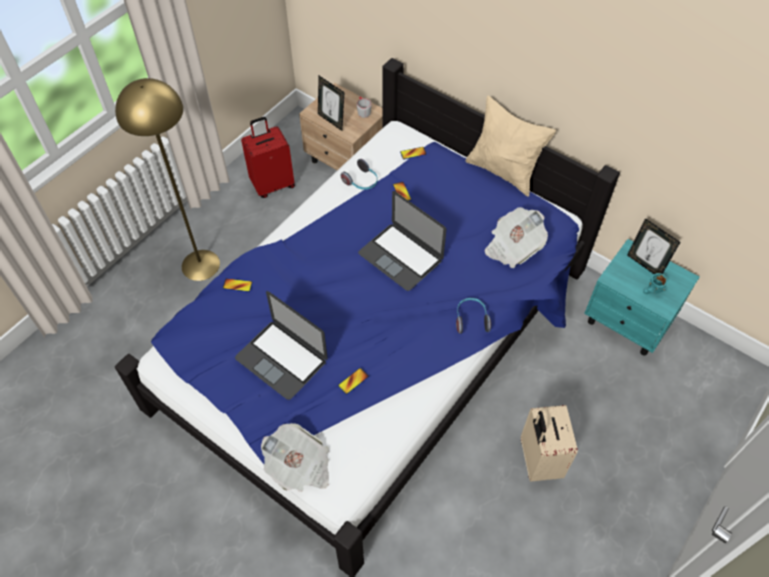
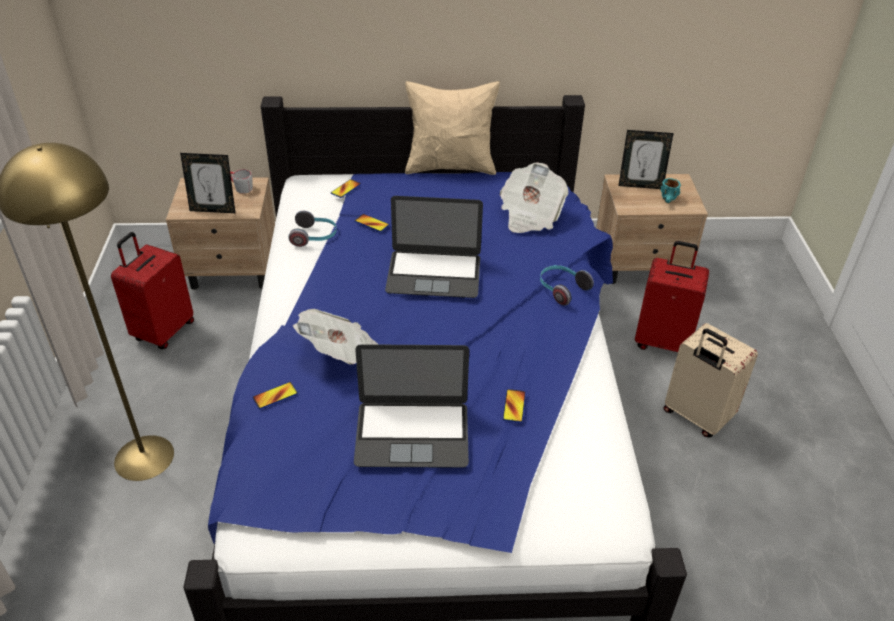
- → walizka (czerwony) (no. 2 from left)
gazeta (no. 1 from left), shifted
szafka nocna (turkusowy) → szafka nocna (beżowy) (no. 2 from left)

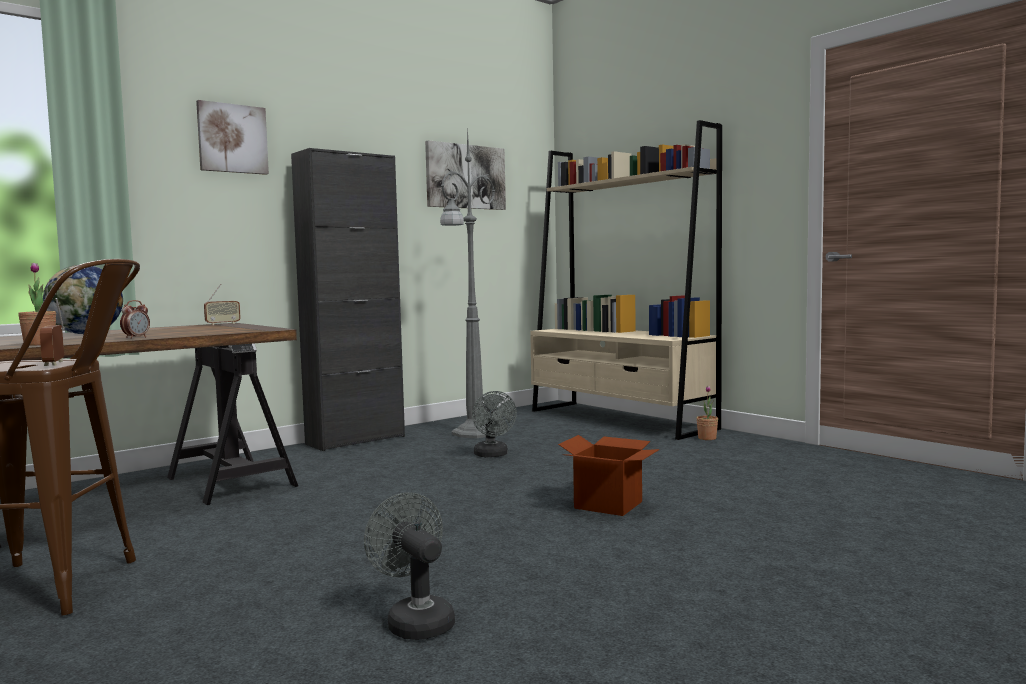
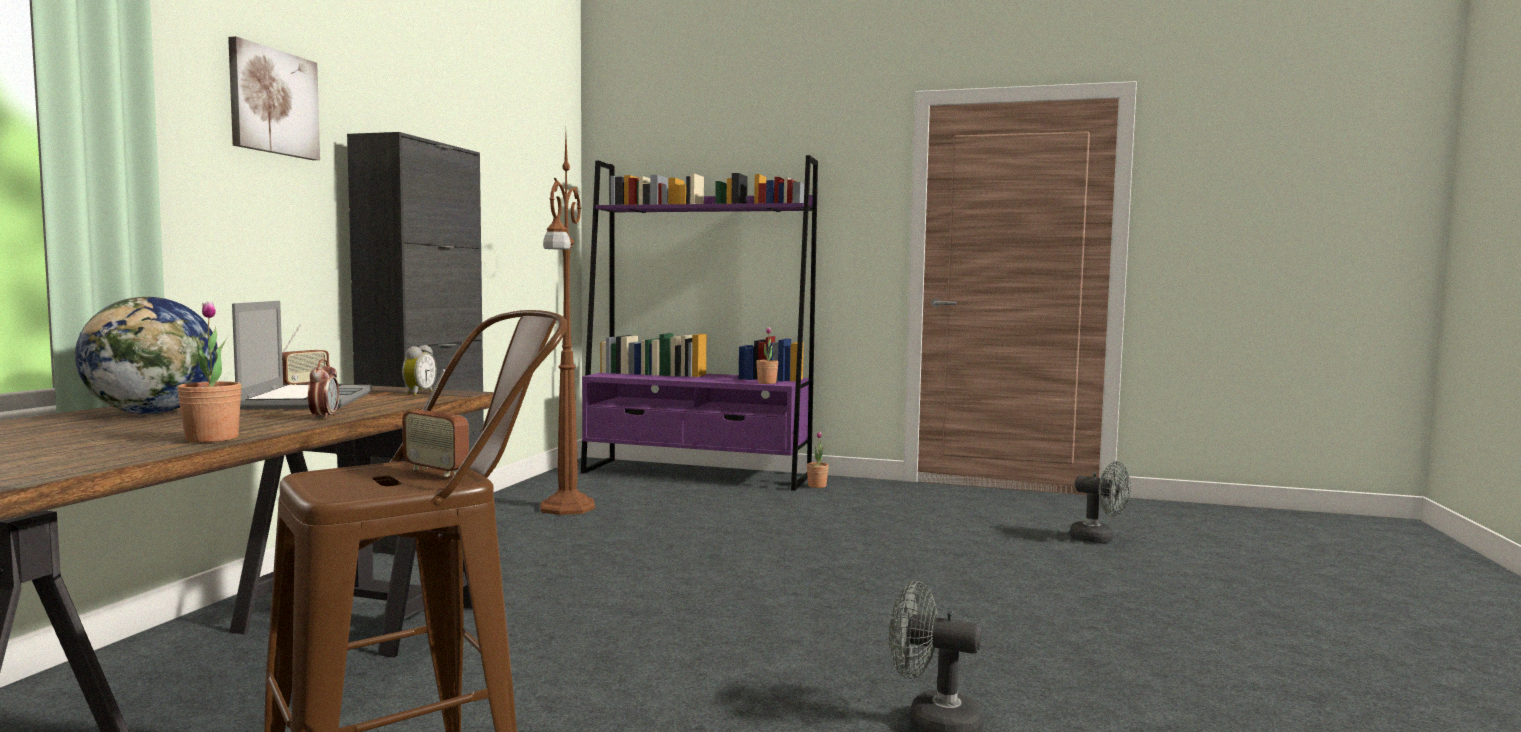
obraz (no. 2 from left) → -
karton → -
- → laptop
- → budzik (no. 2 from left)
- → roślina doniczkowa (no. 2 from left)
wentylator (szary) (no. 2 from left), shifted
lampa stojąca (szary) → lampa stojąca (brązowy)
regał (beżowy) → regał (fioletowy)

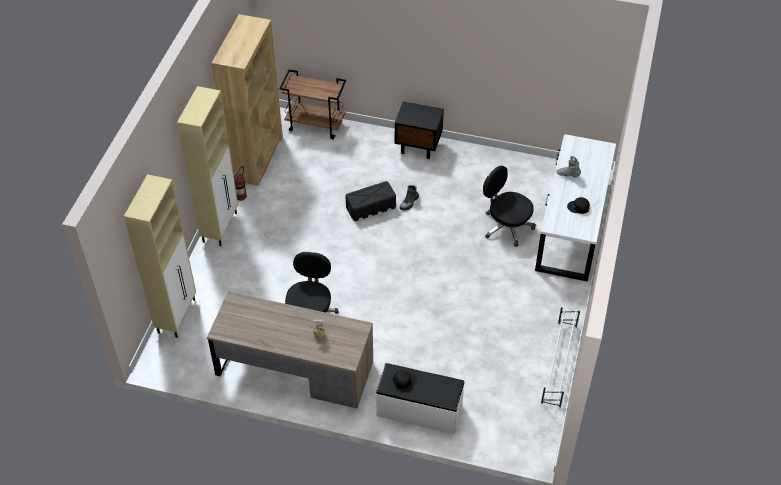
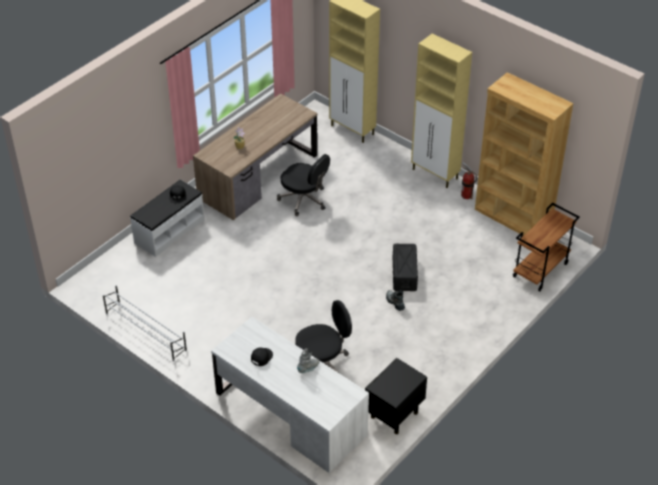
szafka nocna (czarny), shifted

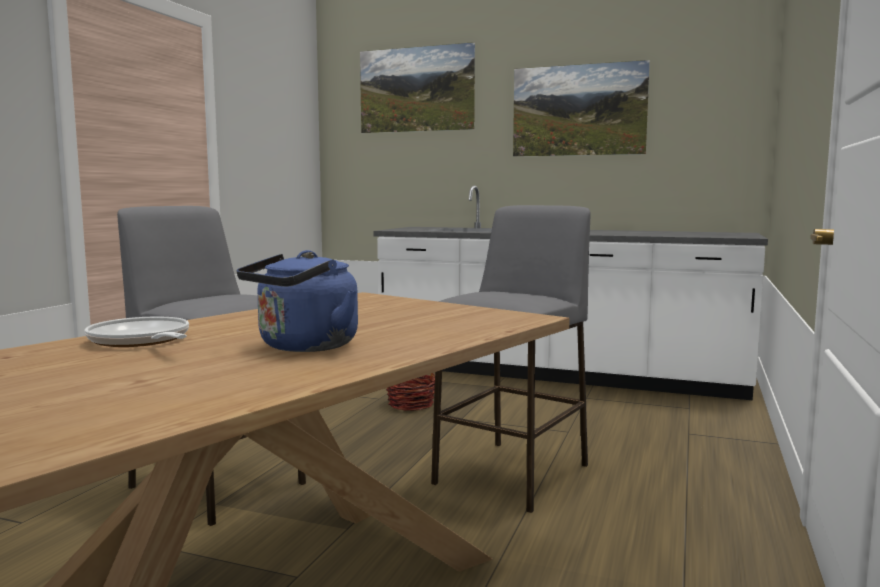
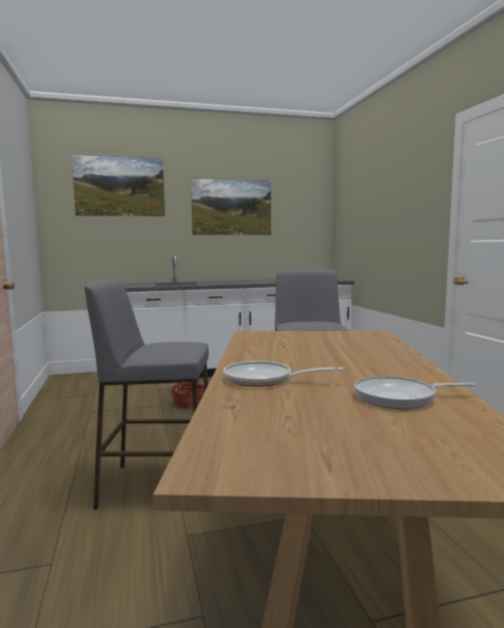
czajnik (niebieski) → -
- → patelnia (no. 2 from left)

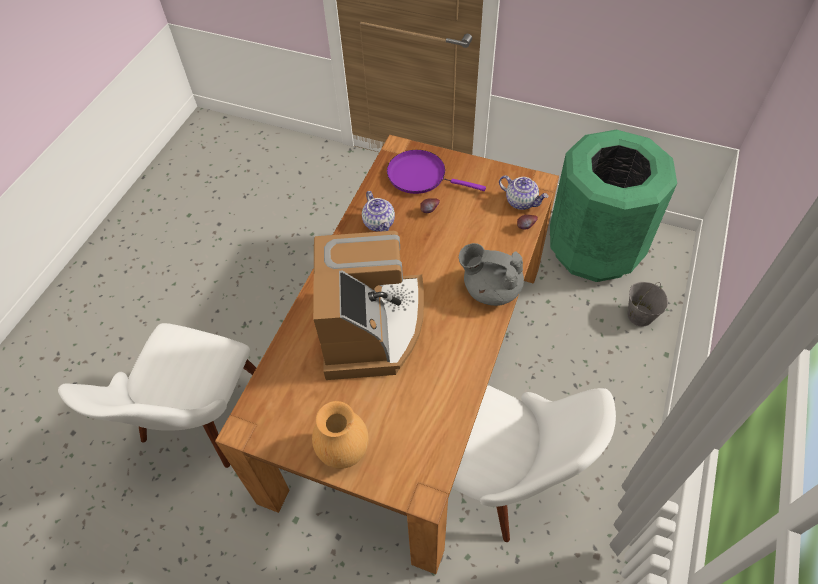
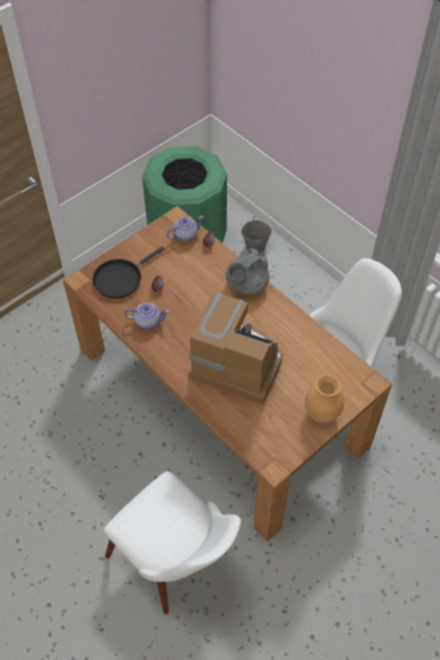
patelnia (fioletowy) → patelnia (czarny)

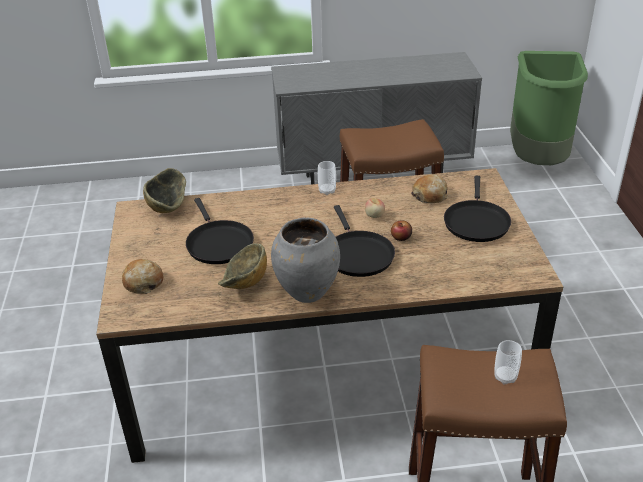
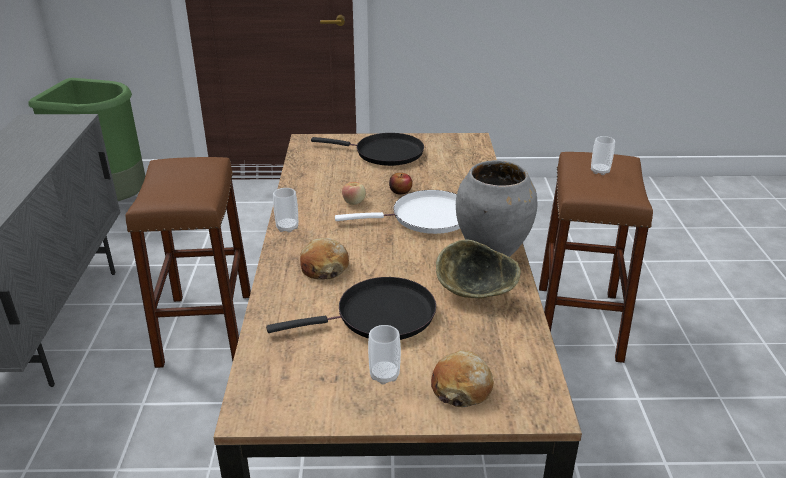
miska (no. 1 from left) → -
- → filiżanka (no. 2 from left)
chleb (no. 2 from left in the first image) → chleb (no. 1 from left), shifted
patelnia (czarny) (no. 2 from left) → patelnia (biały)

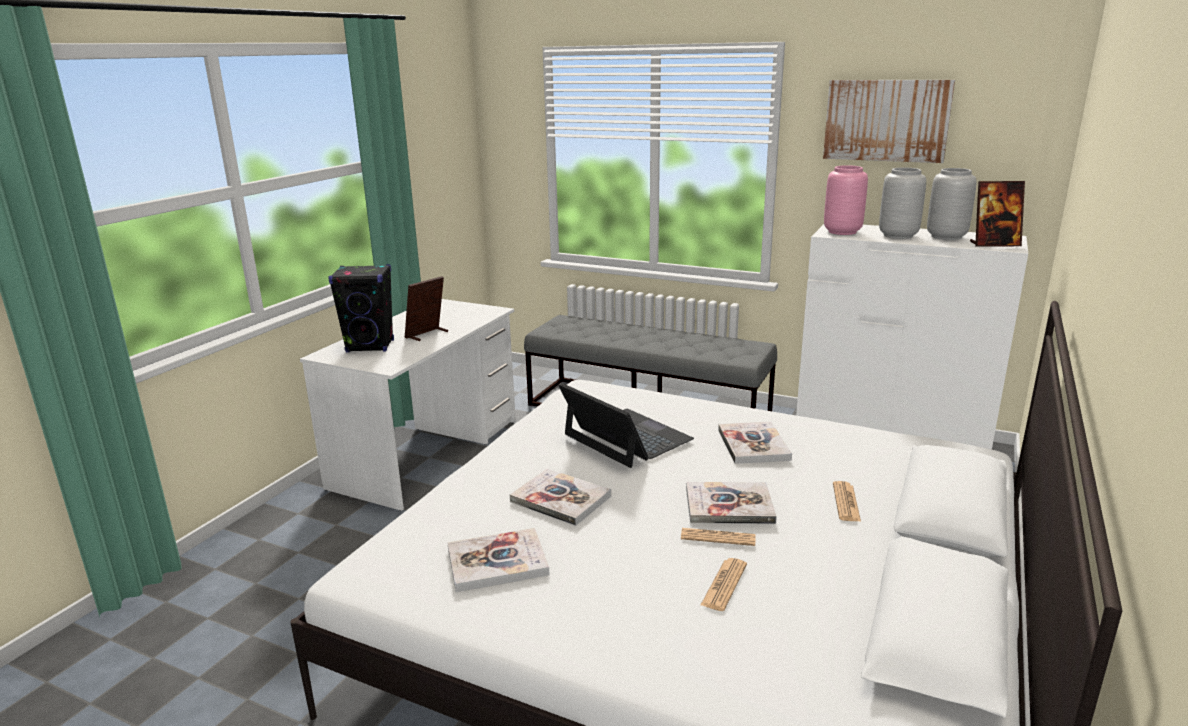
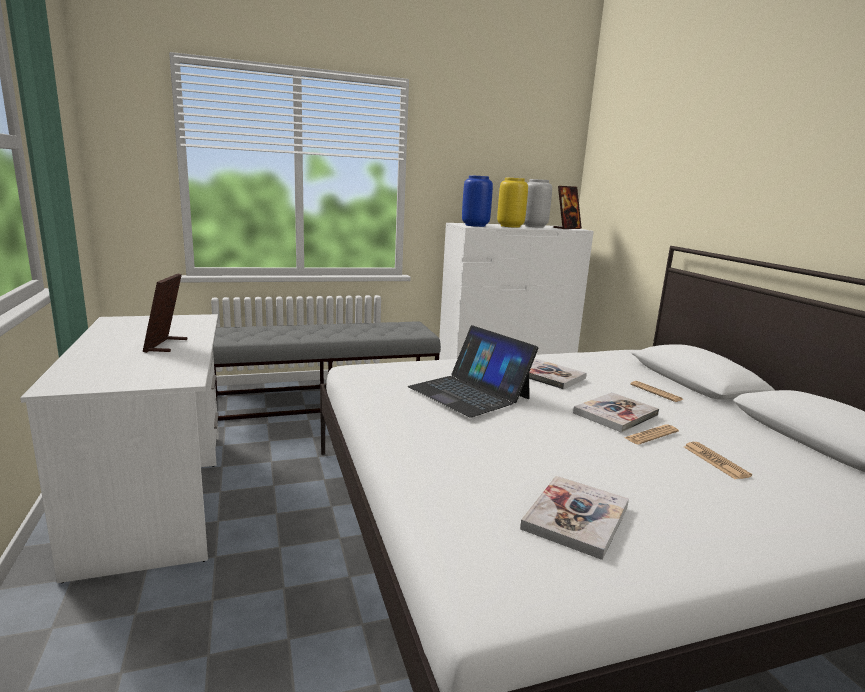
głośnik (czarny) → -
książka (no. 2 from left) → -
obraz → -
wazon (różowy) → wazon (niebieski)
wazon (szary) (no. 1 from left) → wazon (żółty)
laptop, 135 degrees counterclockwise

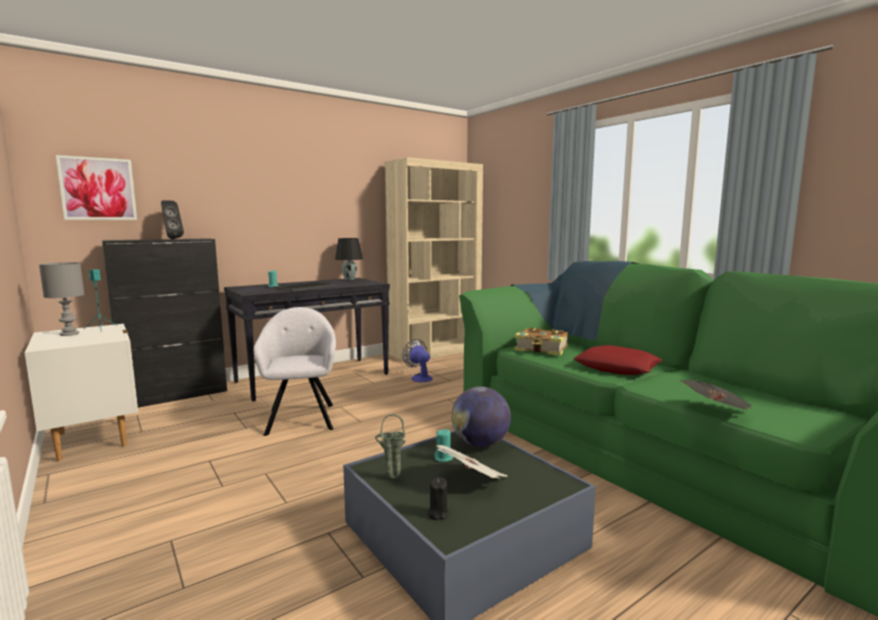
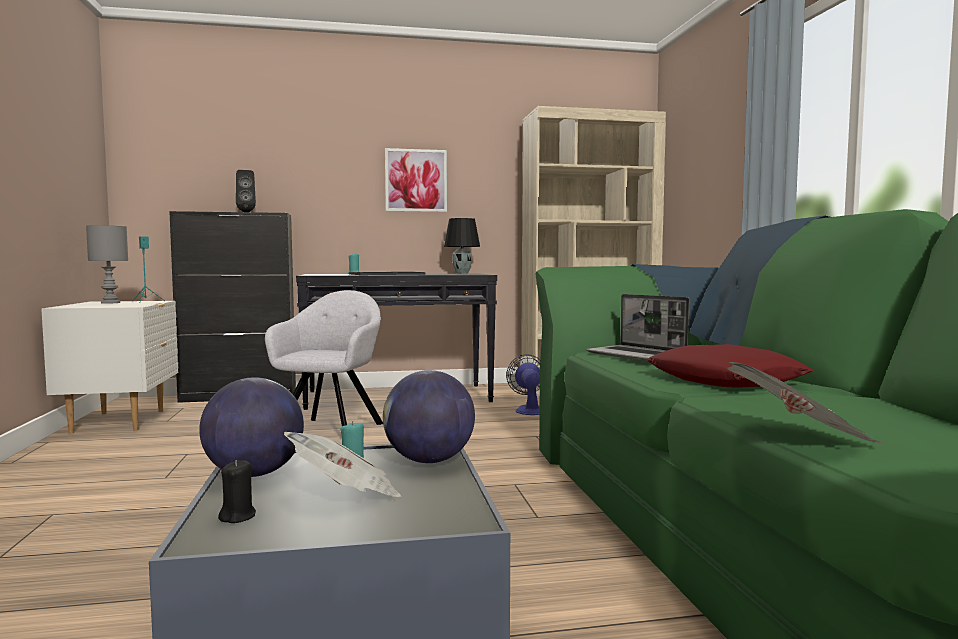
obraz, shifted
wazon (zielony) → globus (no. 1 from left)
książka → laptop

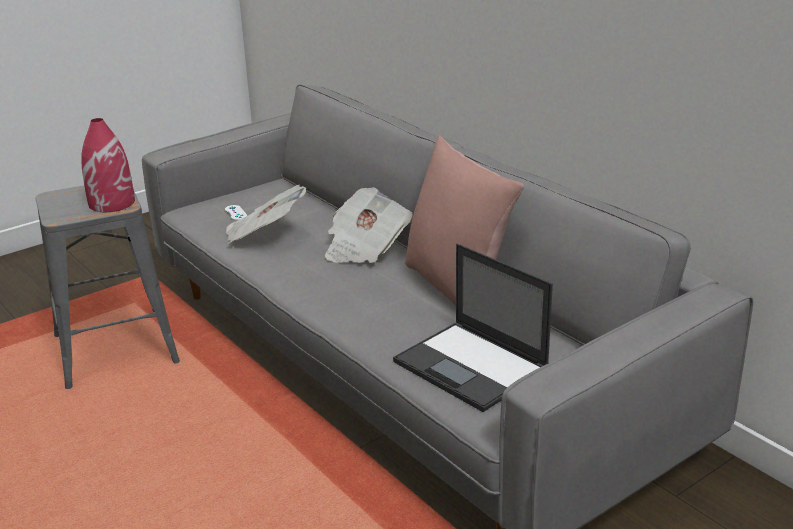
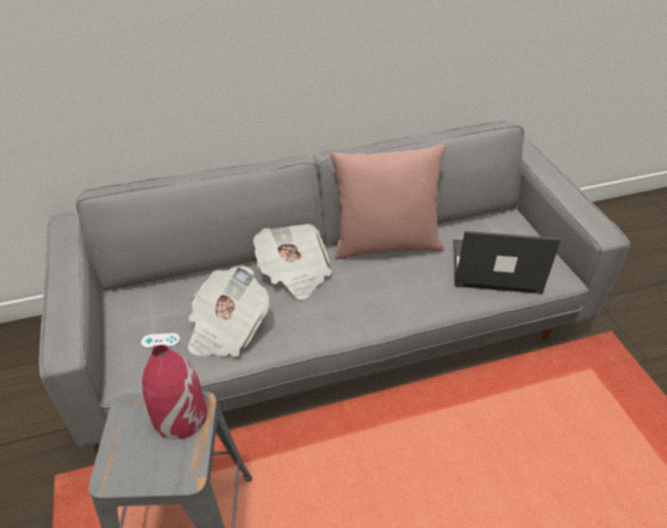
laptop, 150 degrees counterclockwise

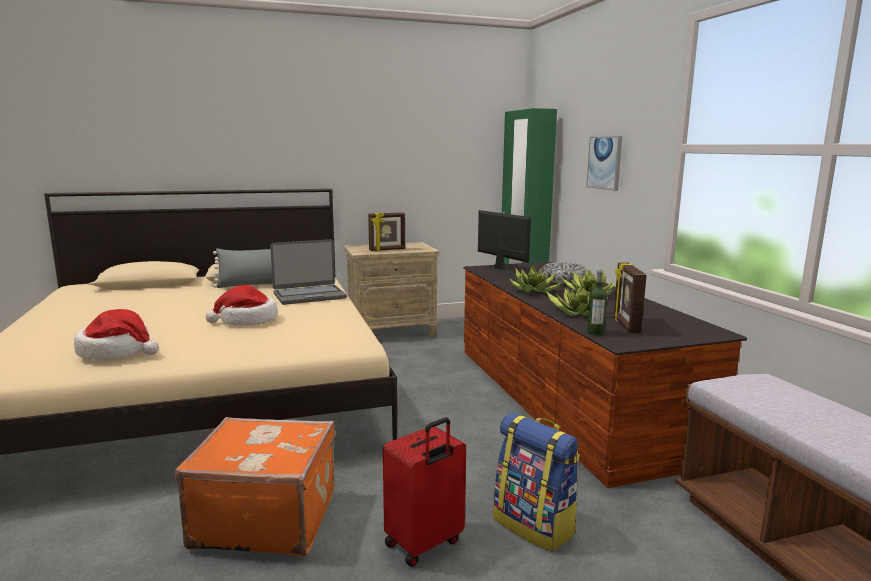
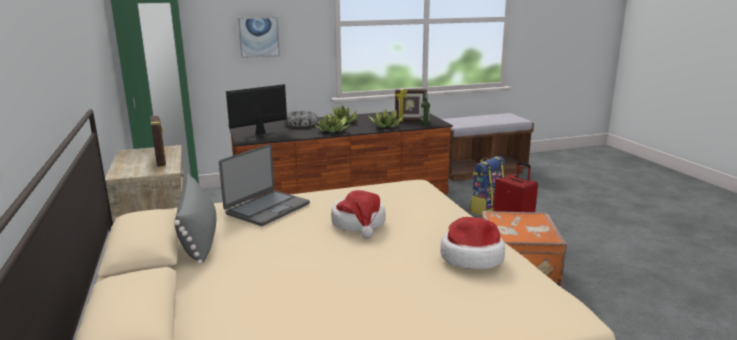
laptop, 60 degrees clockwise

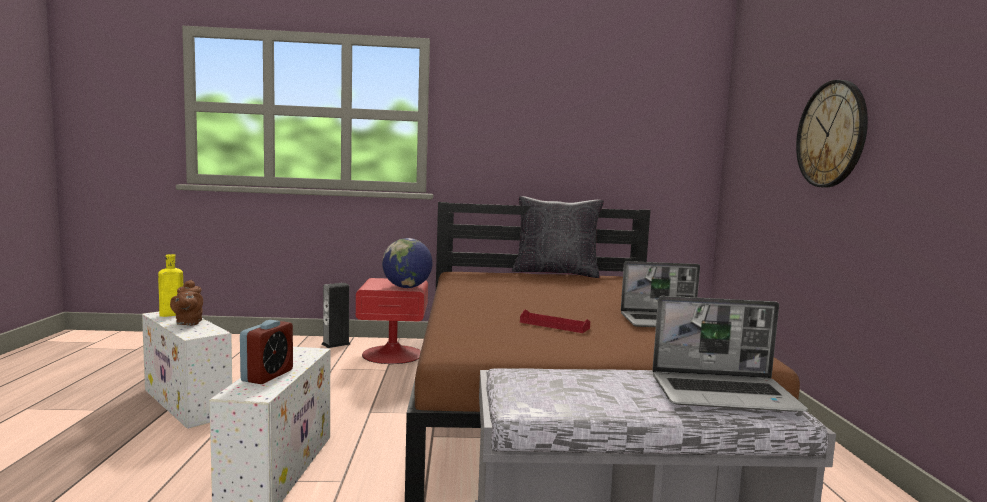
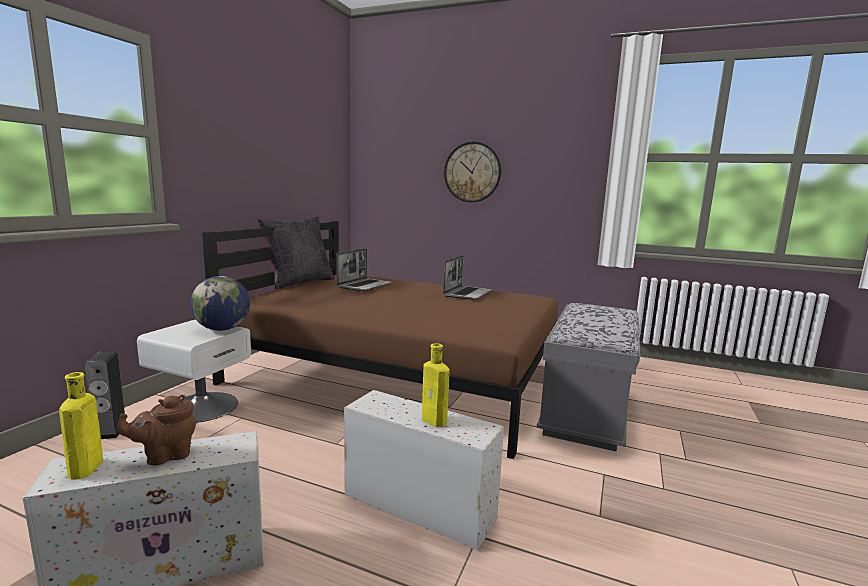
taca (czerwony) → -
laptop (no. 2 from left in the first image) → laptop (no. 1 from left), shifted
budzik → butelka (żółty) (no. 2 from left)
szafka nocna (czerwony) → szafka nocna (biały)
imbryk (brązowy), 135 degrees clockwise

